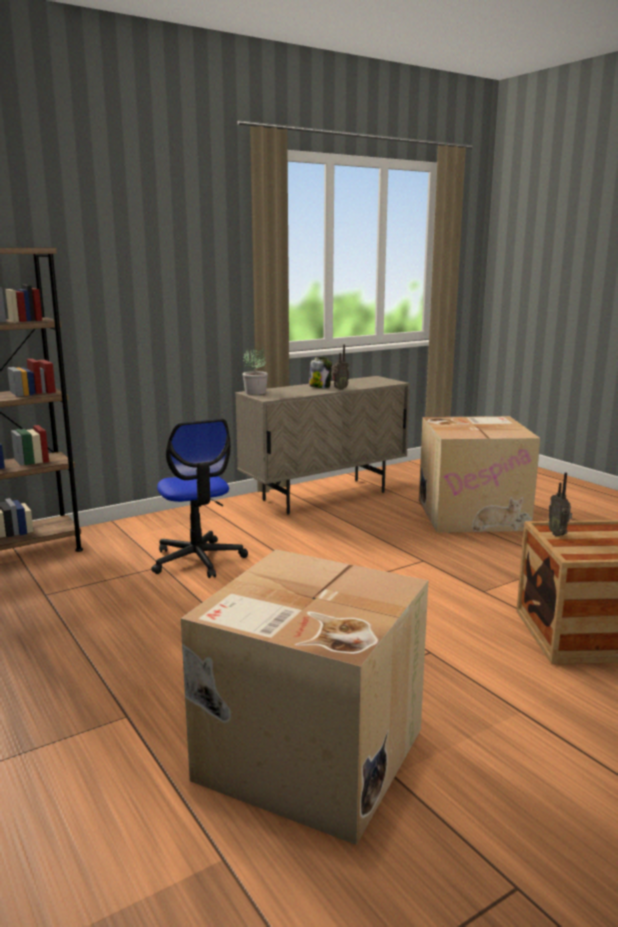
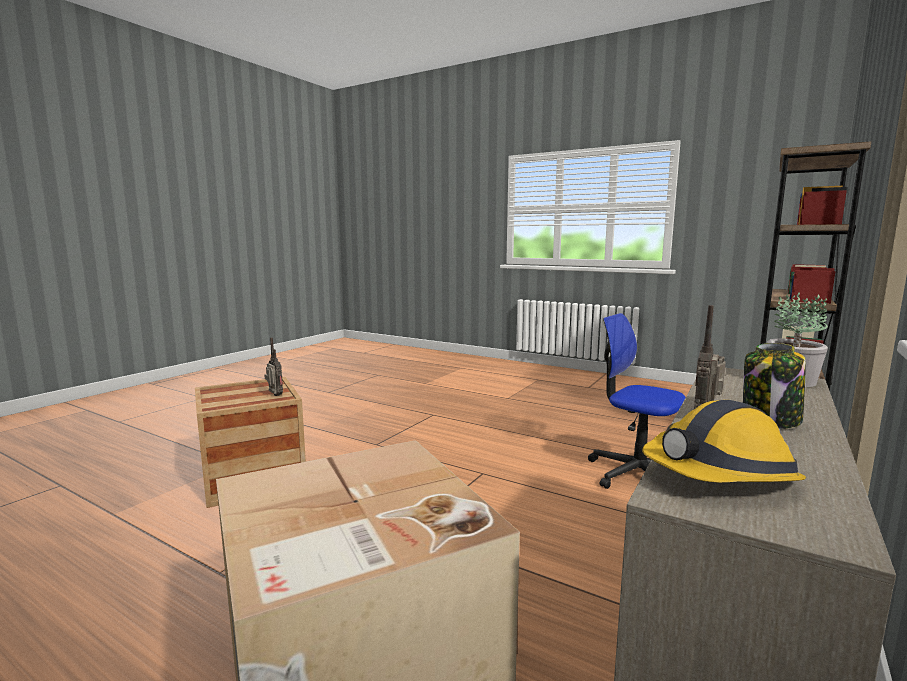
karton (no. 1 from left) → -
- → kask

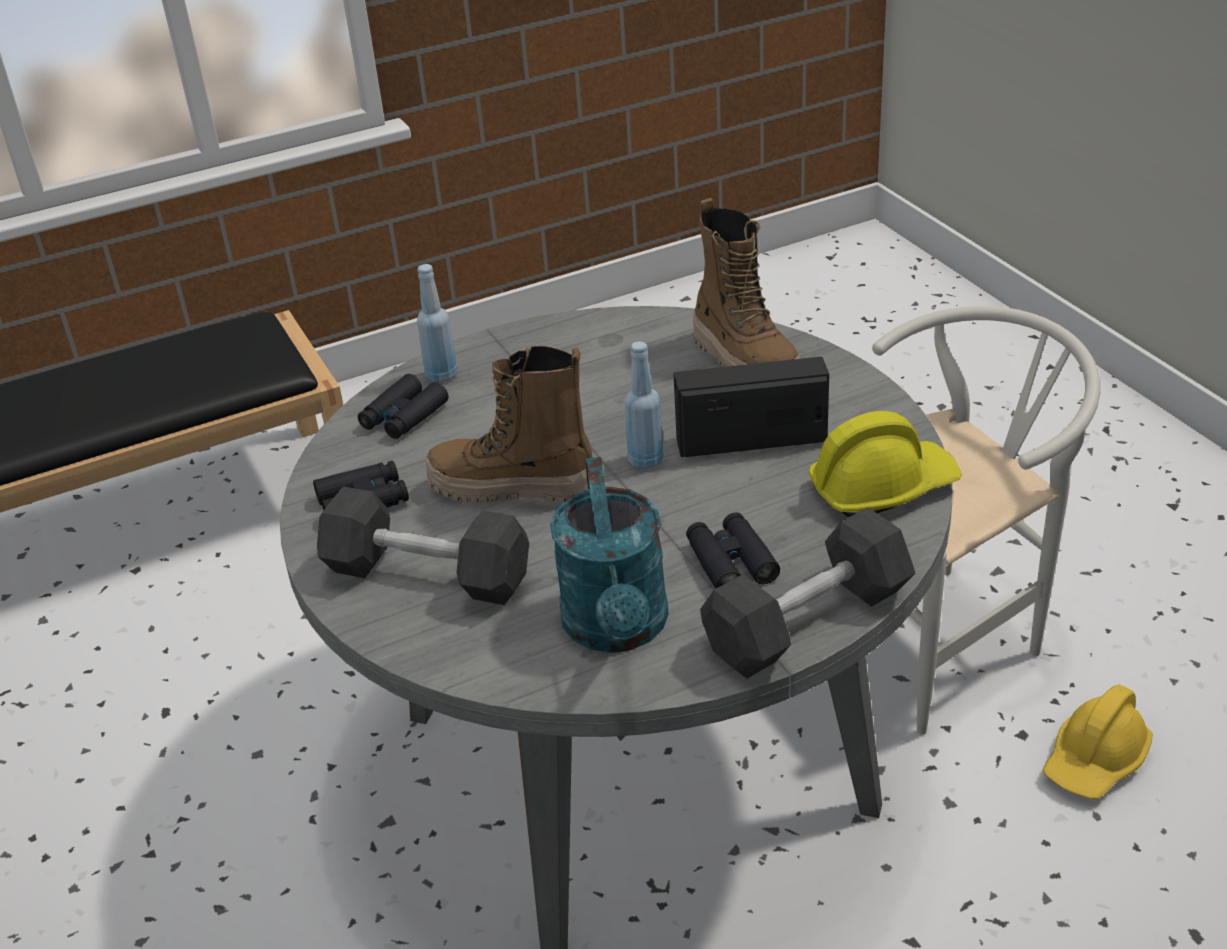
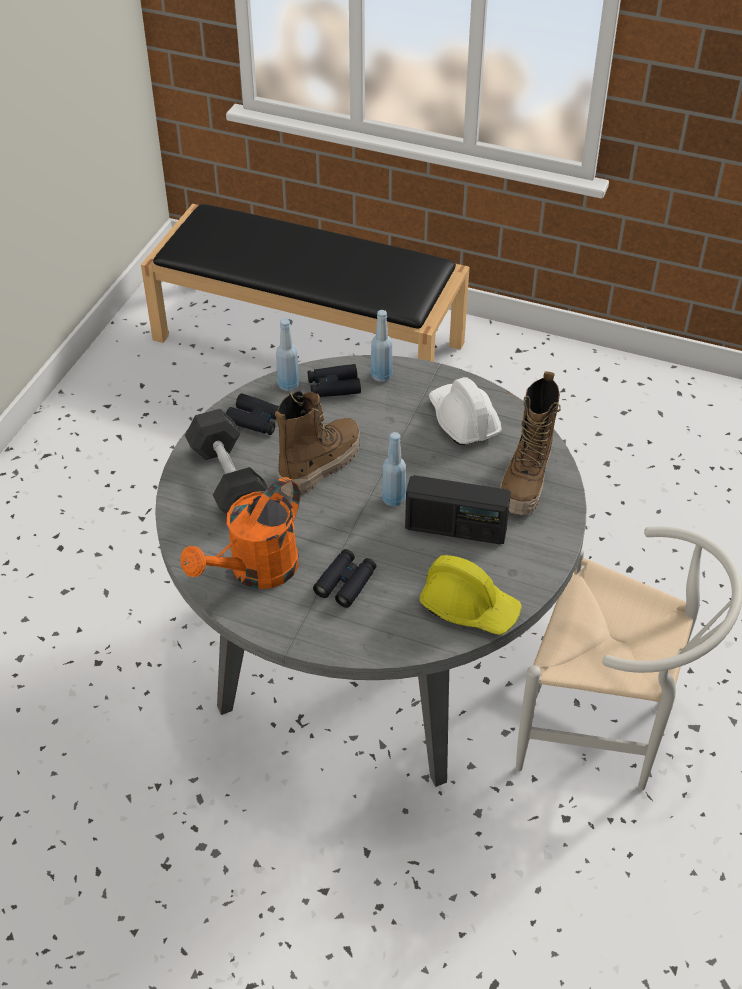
hantel (szary) (no. 2 from left) → -
kask (żółty) (no. 2 from left) → -
- → butelka (niebieski) (no. 1 from left)
- → kask (biały)
konewka (turkusowy) → konewka (pomarańczowy)
but z cholewką (no. 1 from left), 75 degrees clockwise
radio, 150 degrees clockwise

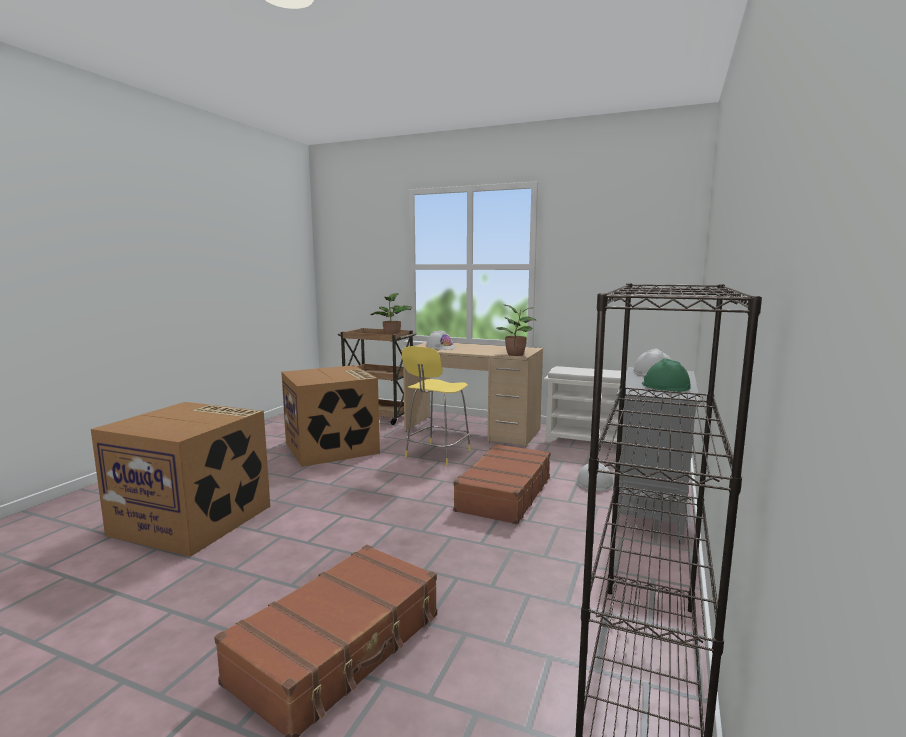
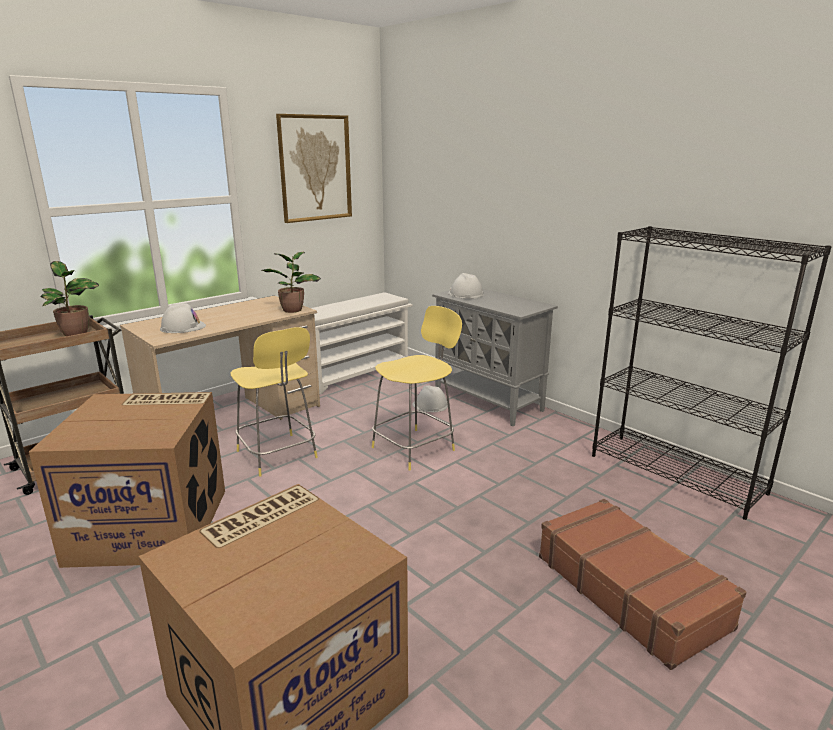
kask (zielony) → -
- → obraz
walizka (brązowy) (no. 2 from left) → stołek (żółty) (no. 2 from left)

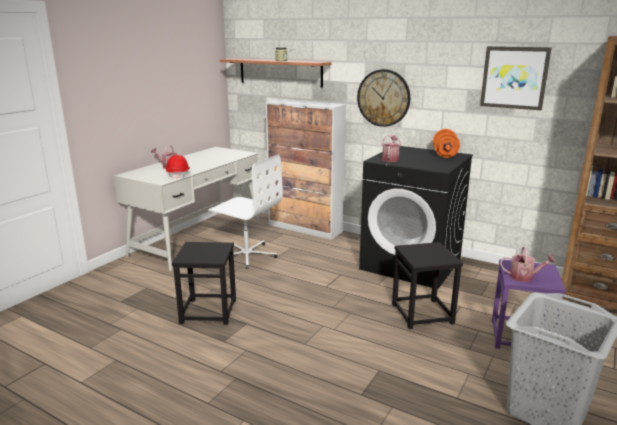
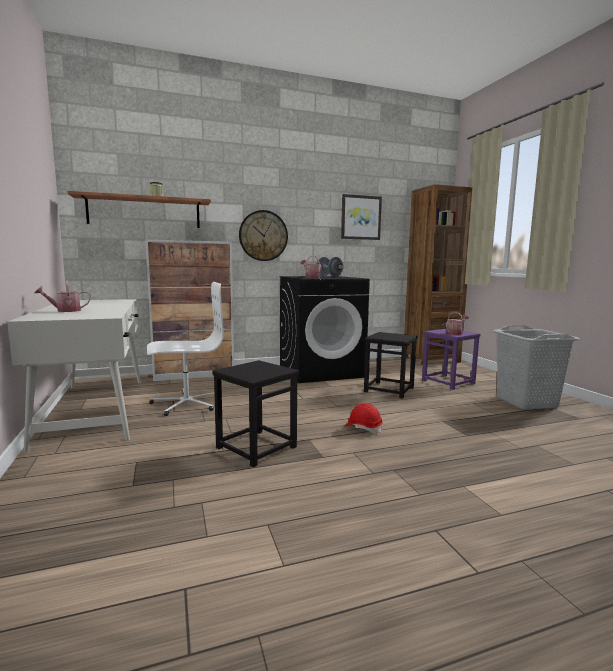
kask (czerwony), shifted
hantel (pomarańczowy) → hantel (szary)

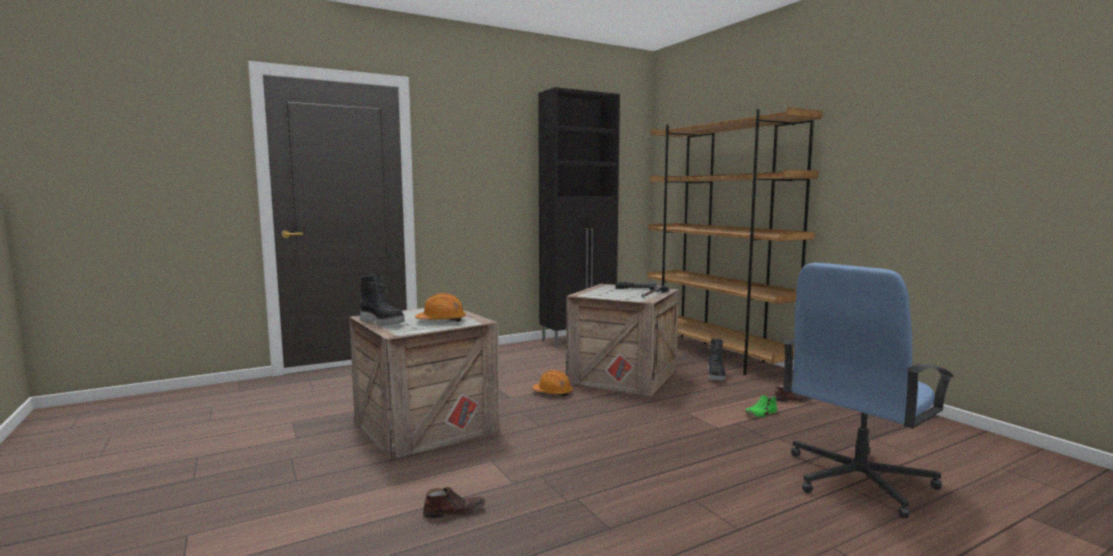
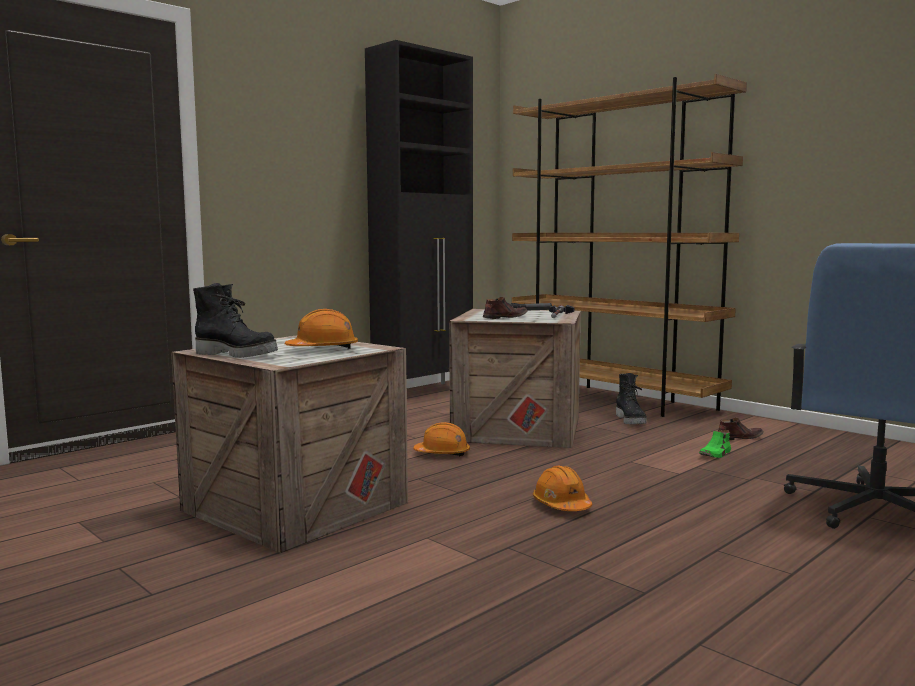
- → kask (pomarańczowy) (no. 3 from left)
but (brązowy) (no. 1 from left), shifted

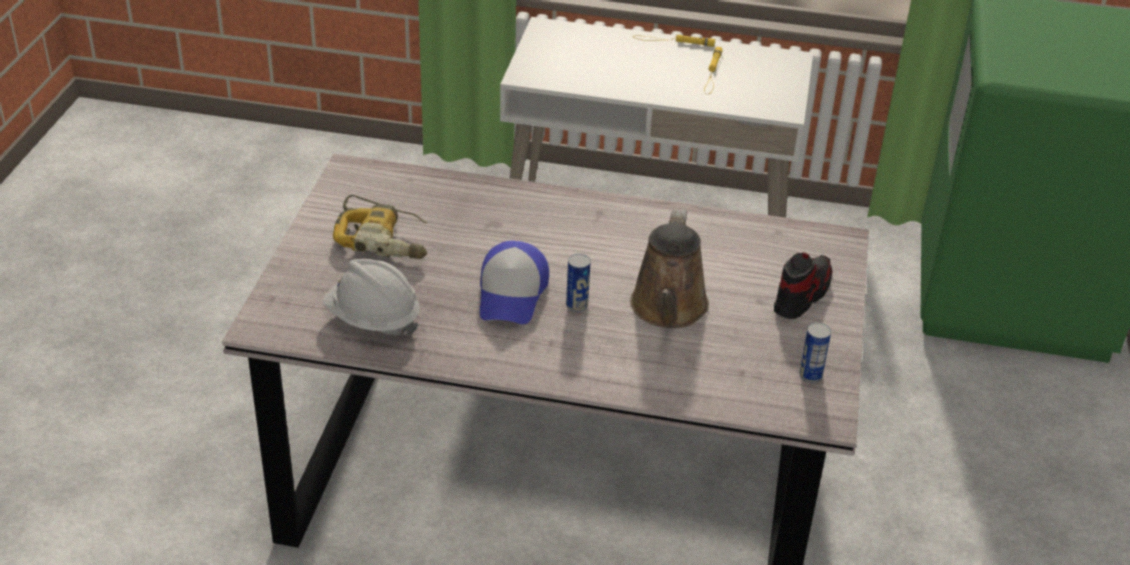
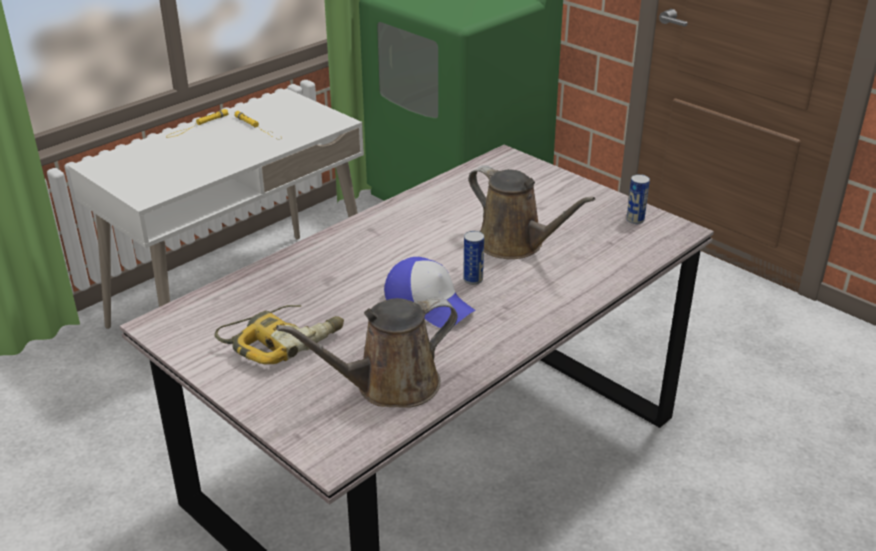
but → -
kask (biały) → konewka (brązowy) (no. 1 from left)

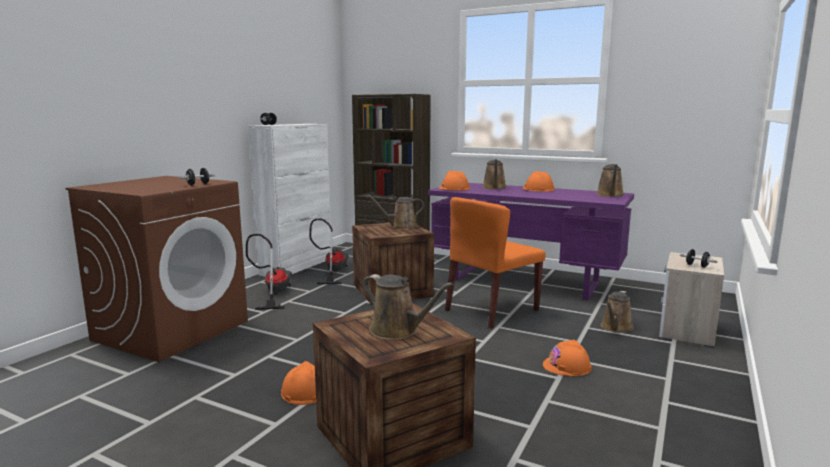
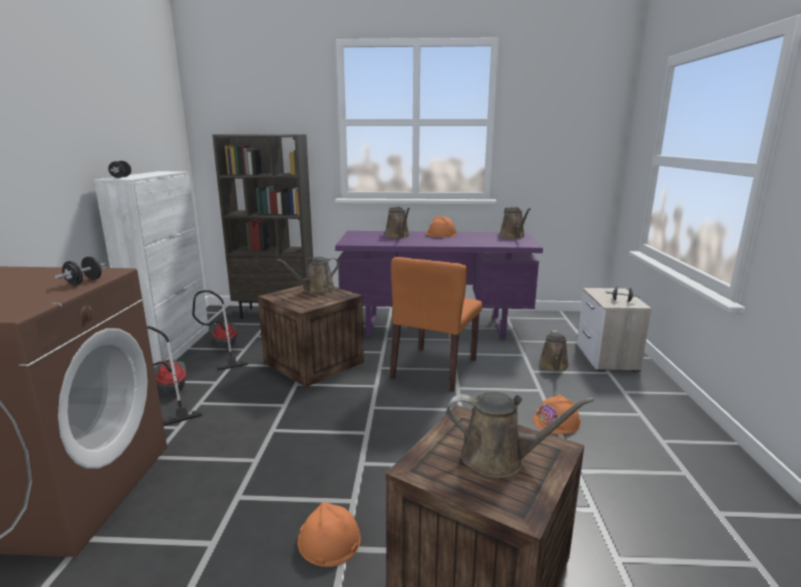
kask (pomarańczowy) (no. 2 from left) → -

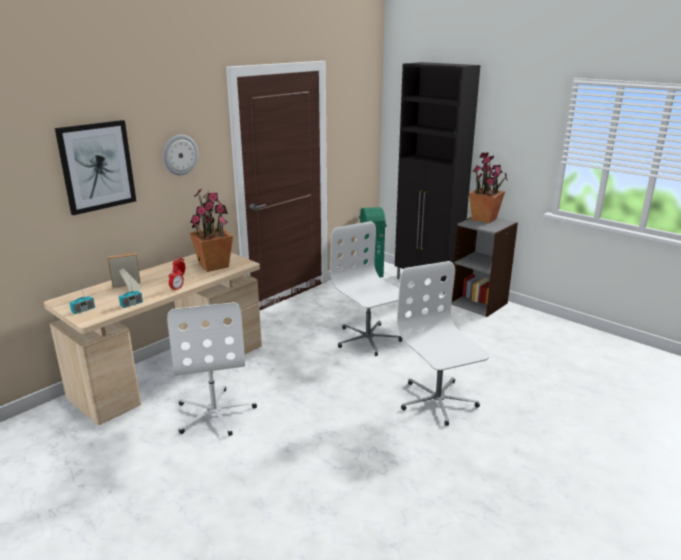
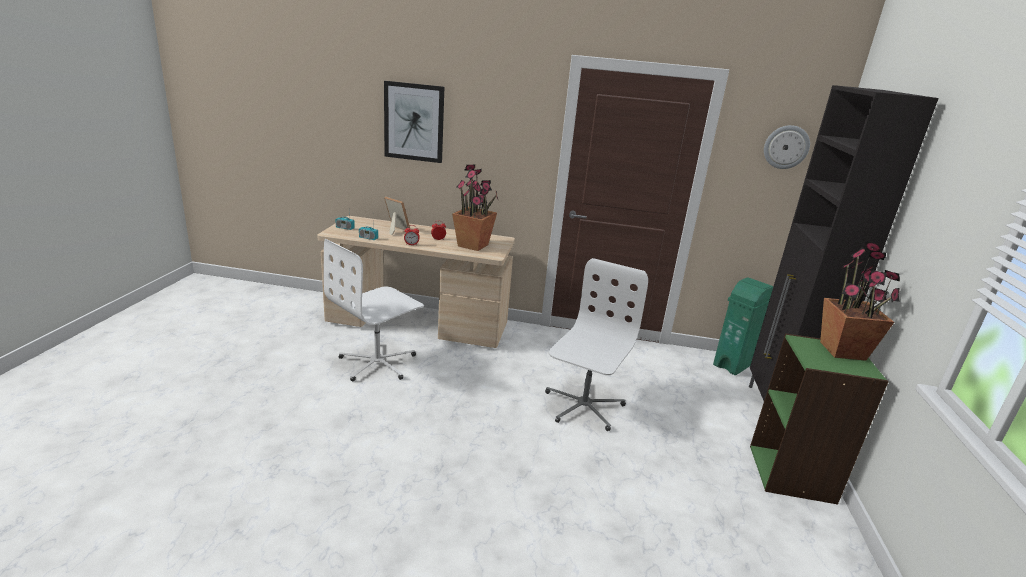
krzesło biurowe (biały) (no. 3 from left) → -
zegar ścienny, shifted
regał (szary) → regał (zielony)

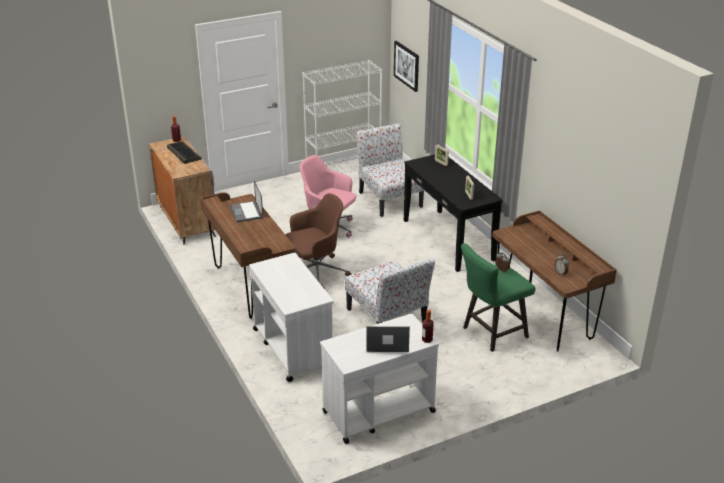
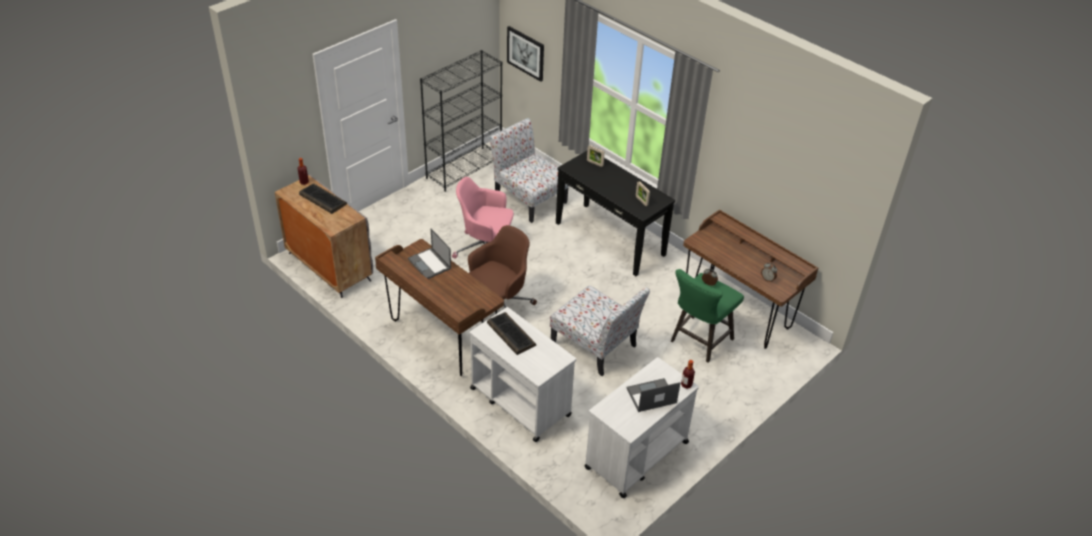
- → klawiatura (no. 2 from left)
regał (biały) → regał (czarny)

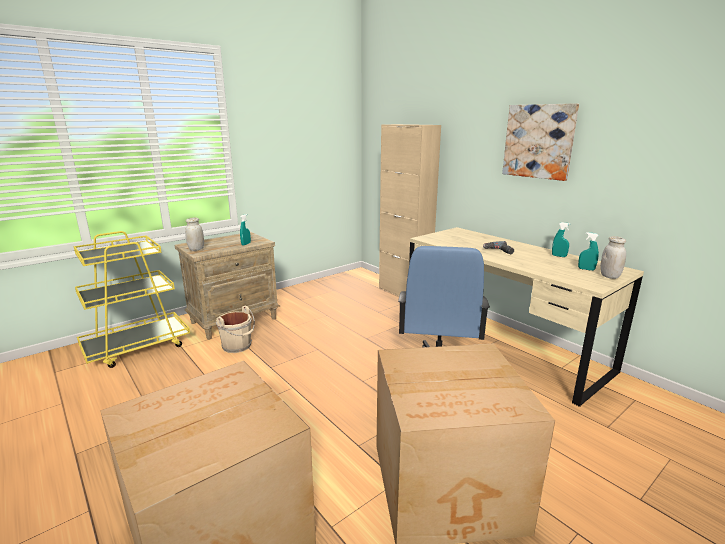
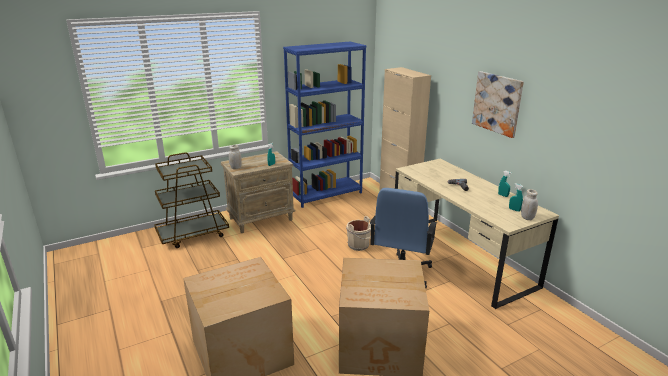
- → regał (niebieski)
wiadro (beżowy), shifted
wózek (żółty) → wózek (brązowy)

